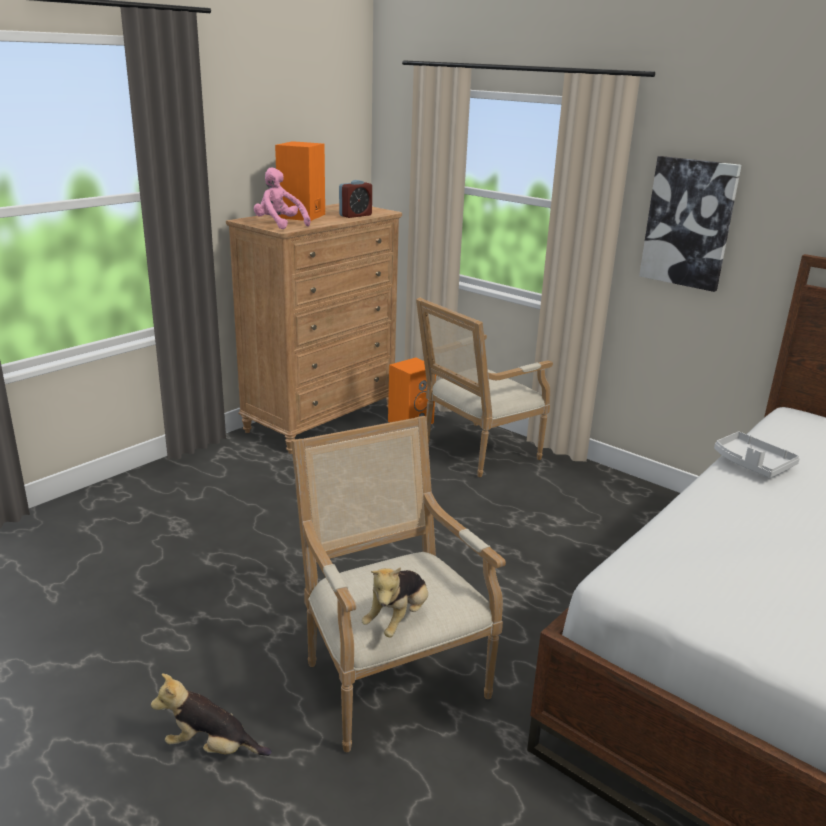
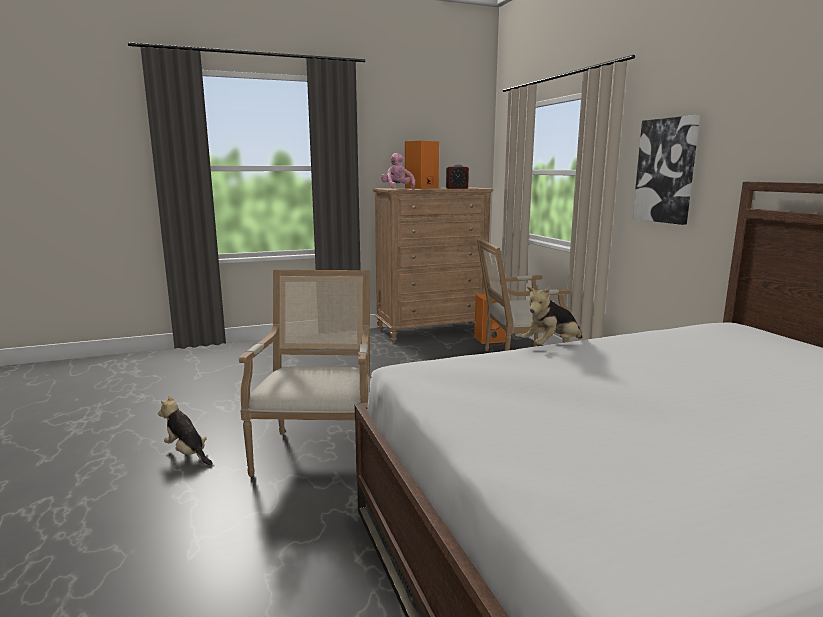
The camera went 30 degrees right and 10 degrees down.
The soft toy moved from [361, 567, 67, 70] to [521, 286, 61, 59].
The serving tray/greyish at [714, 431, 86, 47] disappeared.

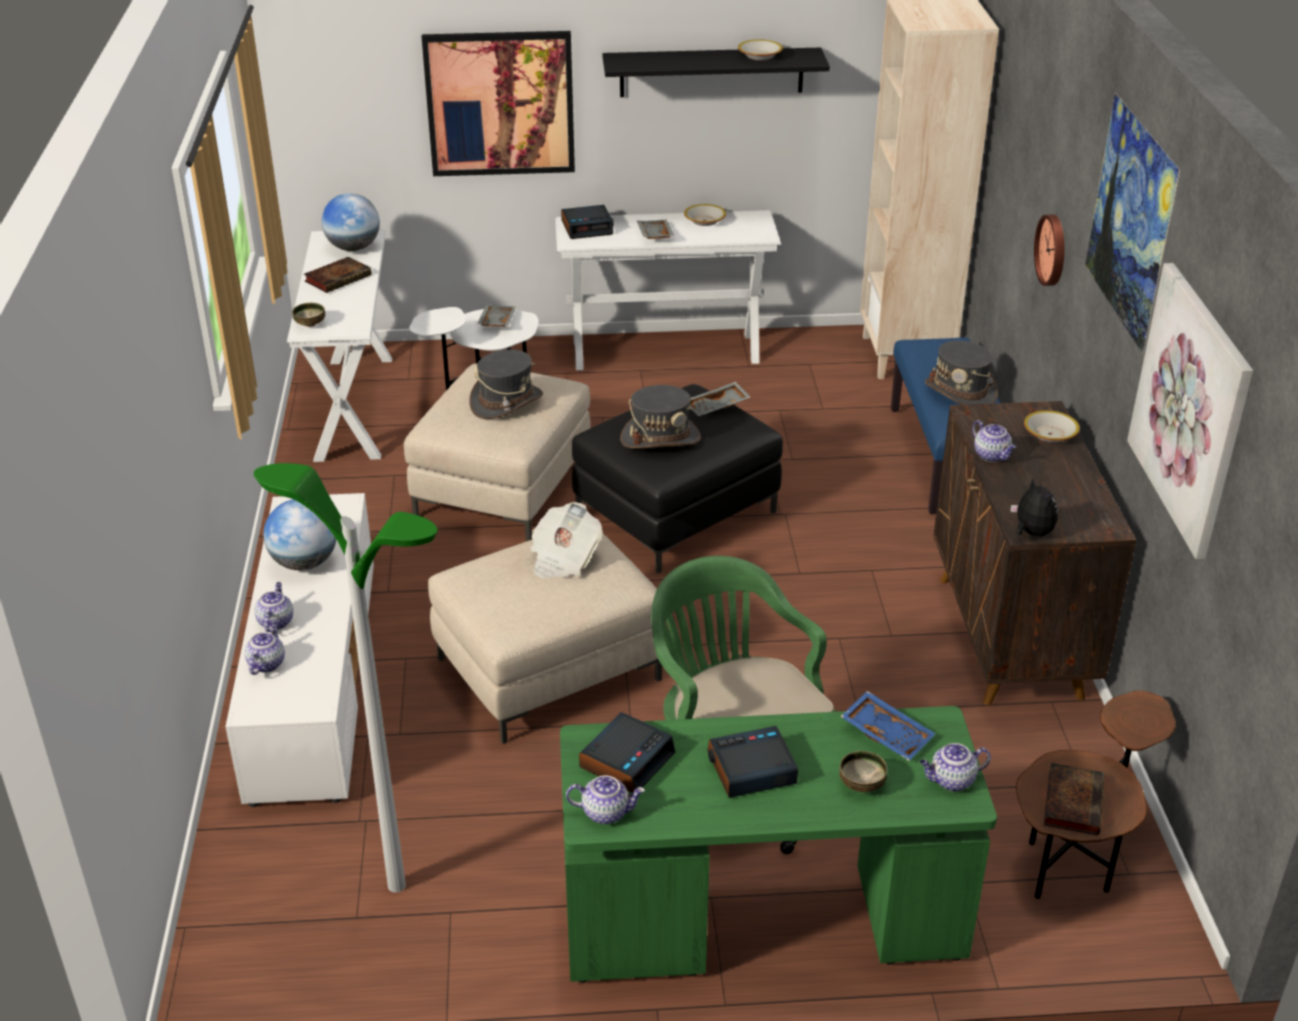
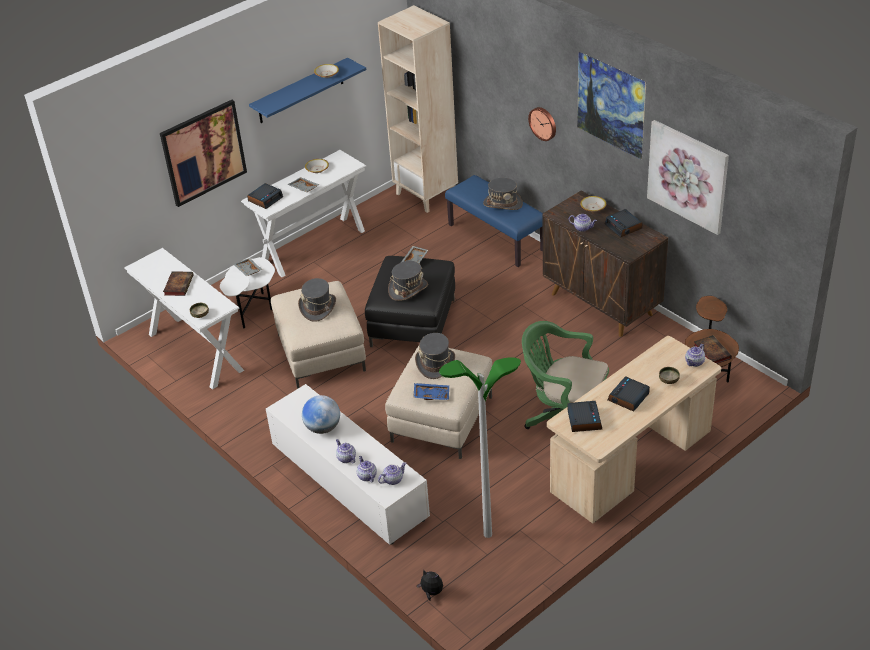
The camera went 35 degrees left and 5 degrees up.
The shelf/black at [602, 47, 228, 50] became the shelf/bluish at [249, 58, 117, 65].
The teapot moved from [566, 775, 79, 49] to [378, 462, 28, 23].
The serving tray/bluish moved from [840, 691, 96, 70] to [413, 383, 36, 17].
The daily paper at [530, 502, 73, 76] was replaced by the hat/greyish at [415, 333, 40, 46].
The soft toy moved from [1010, 477, 48, 59] to [417, 569, 26, 32].
The desk/greenish at [560, 706, 437, 277] became the desk/beige at [547, 336, 174, 188].
The alarm clock at [605, 209, 37, 28] appeared.
The globe at [322, 193, 58, 58] disappeared.

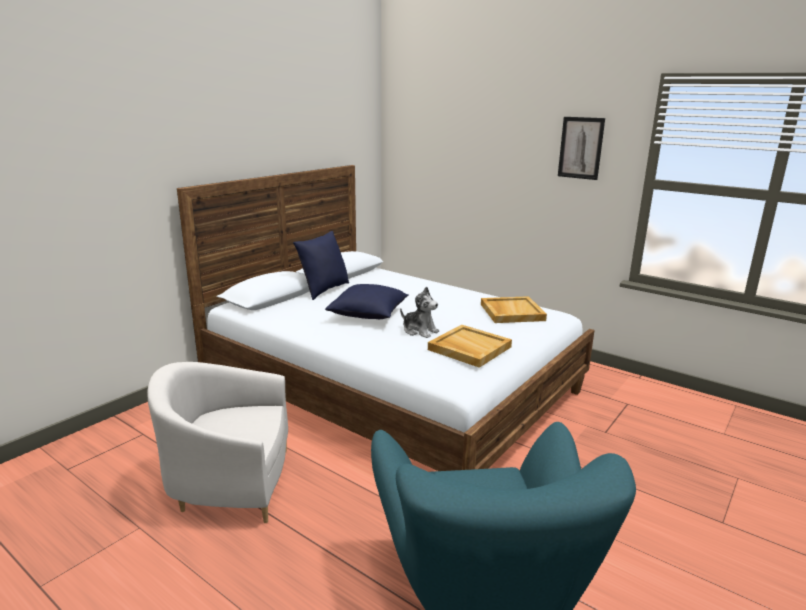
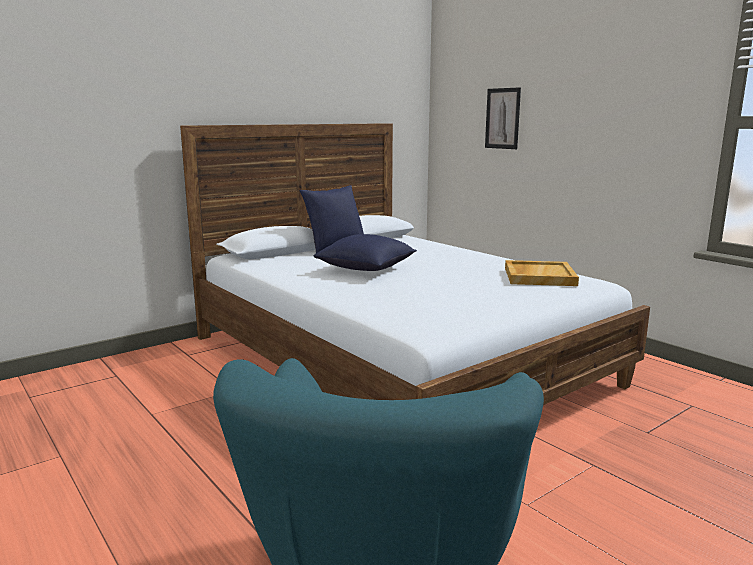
The camera went 15 degrees right and 5 degrees down.
The picture moved from [558, 117, 47, 63] to [485, 87, 36, 62].
The armchair/white-coloured at [147, 362, 141, 161] disappeared.
The soft toy at [400, 287, 39, 51] disappeared.
The serving tray/beige at [428, 325, 84, 43] disappeared.

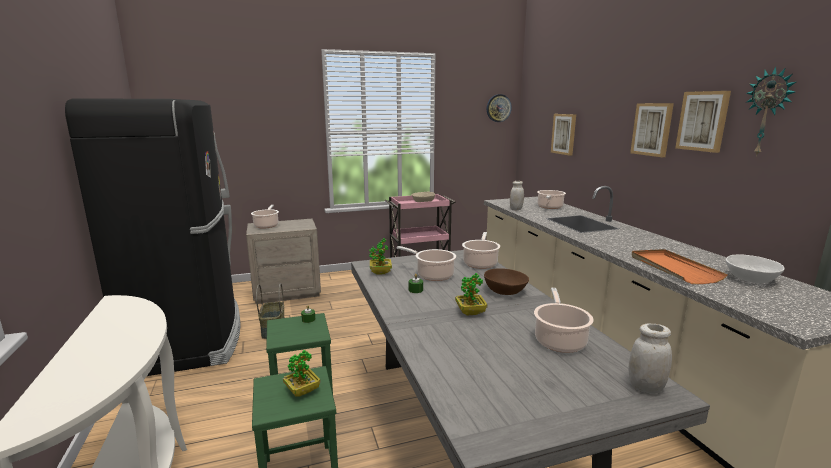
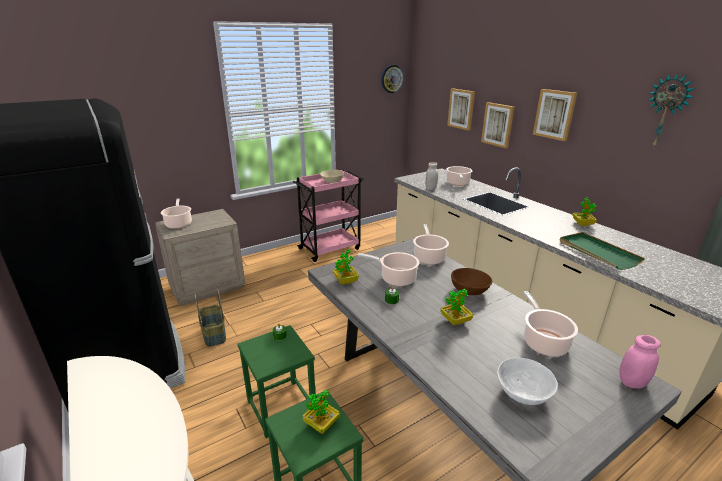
The camera went 15 degrees left and 10 degrees up.
The picture moved from [675, 91, 56, 62] to [481, 102, 33, 46].
The serving bowl/white-coloured moved from [726, 254, 59, 29] to [497, 358, 61, 47].
The serving tray/orange-coloured at [631, 249, 97, 35] became the serving tray/greenish at [560, 232, 85, 38].
The plant in a pot at [572, 198, 25, 28] appeared.
The preserve jar/white-coloured at [629, 324, 43, 70] became the preserve jar/pink at [620, 335, 41, 54].

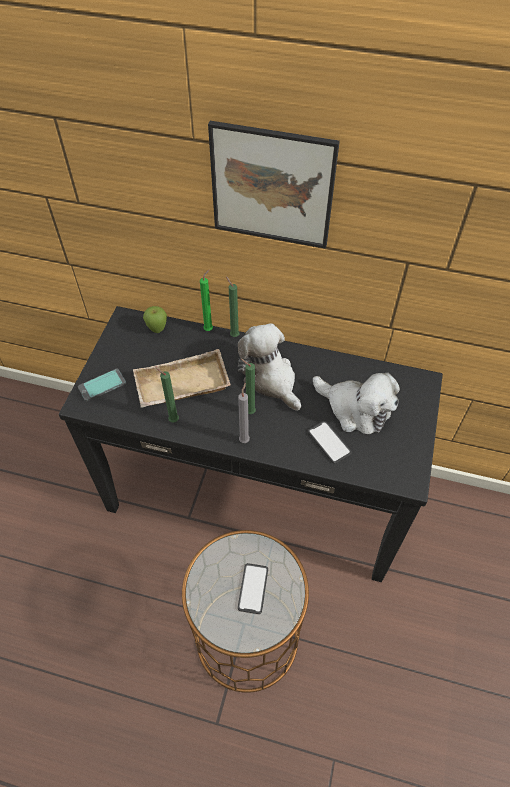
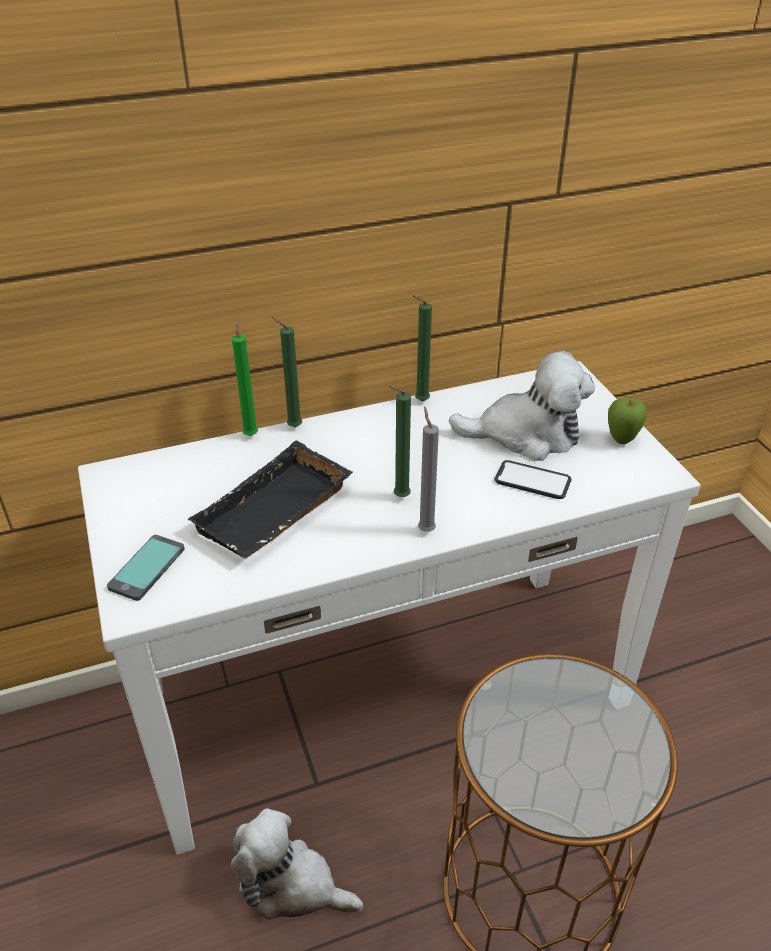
The camera went 35 degrees left and 15 degrees down.
The narrow table/black at [59, 306, 384, 276] became the narrow table/white-coloured at [78, 361, 623, 494].
The serving tray/beige at [133, 349, 97, 59] became the serving tray/black at [188, 440, 165, 118].
The soft toy moved from [238, 323, 63, 88] to [231, 808, 132, 112].
The wax light/greenish moved from [155, 366, 24, 57] to [413, 295, 19, 106].
The apple moved from [143, 306, 24, 27] to [608, 397, 39, 47].
The picture at [208, 121, 132, 128] disappeared.
The handset at [238, 563, 30, 51] disappeared.

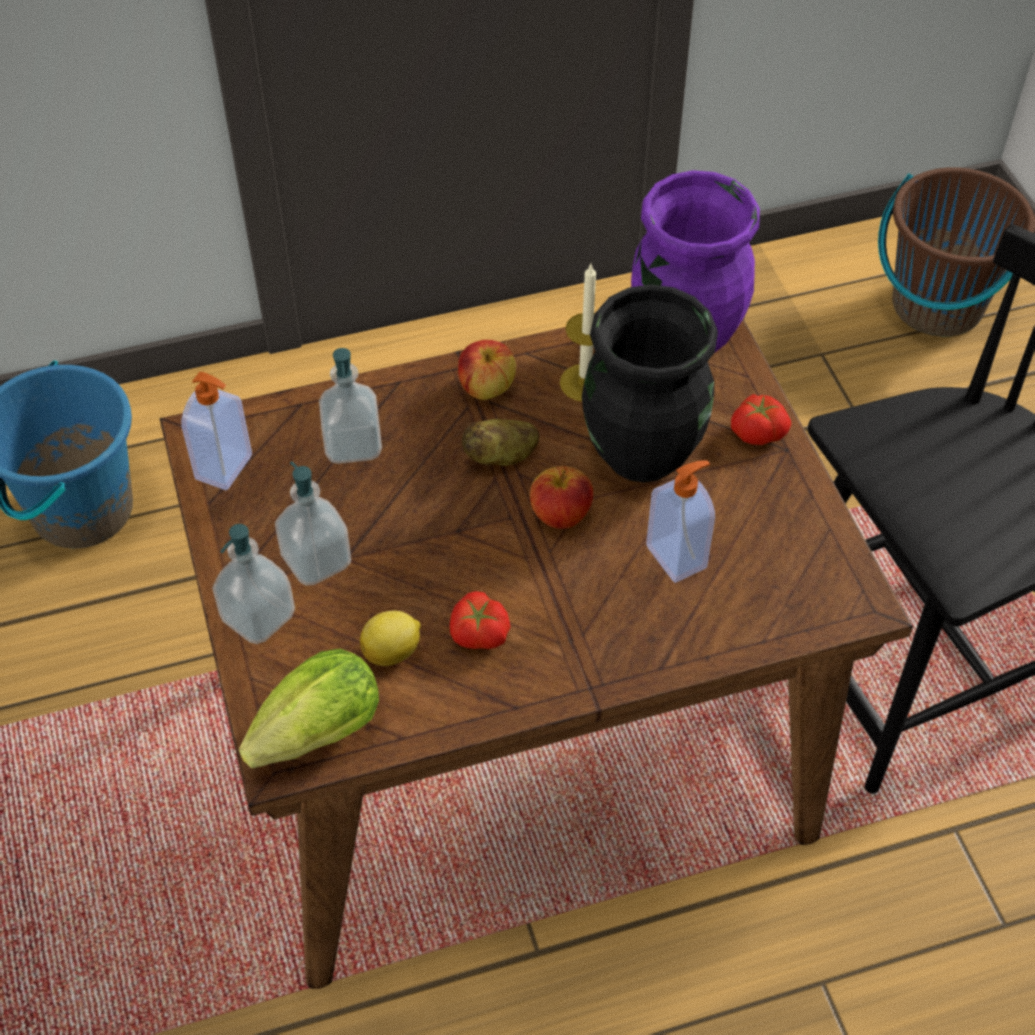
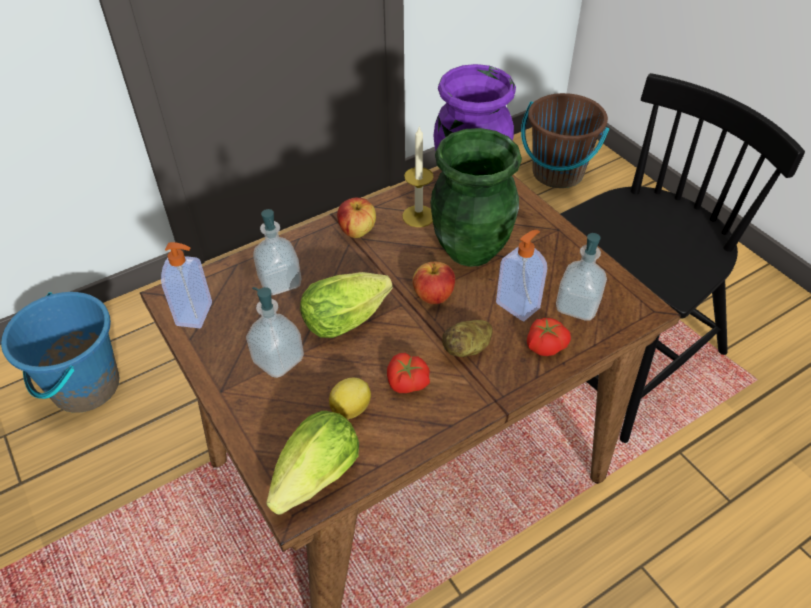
The camera went 15 degrees left and 5 degrees down.
The lettuce at [300, 272, 93, 66] appeared.
The vase/black at [582, 284, 136, 199] became the vase/greenish at [430, 128, 92, 139].
The whole potato moved from [462, 418, 77, 48] to [442, 320, 51, 37].
The tomato moved from [731, 394, 60, 51] to [527, 318, 44, 38].
The soap dispenser moved from [212, 524, 83, 120] to [556, 233, 51, 88].

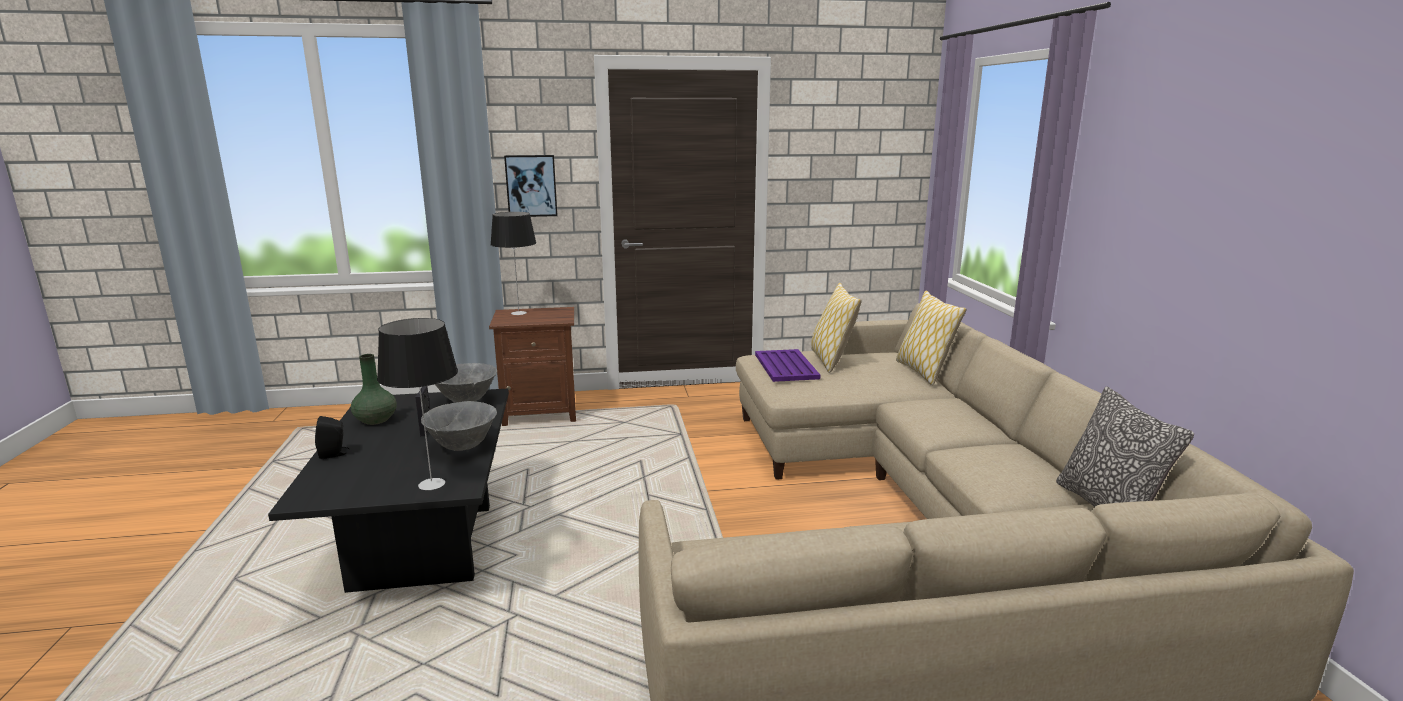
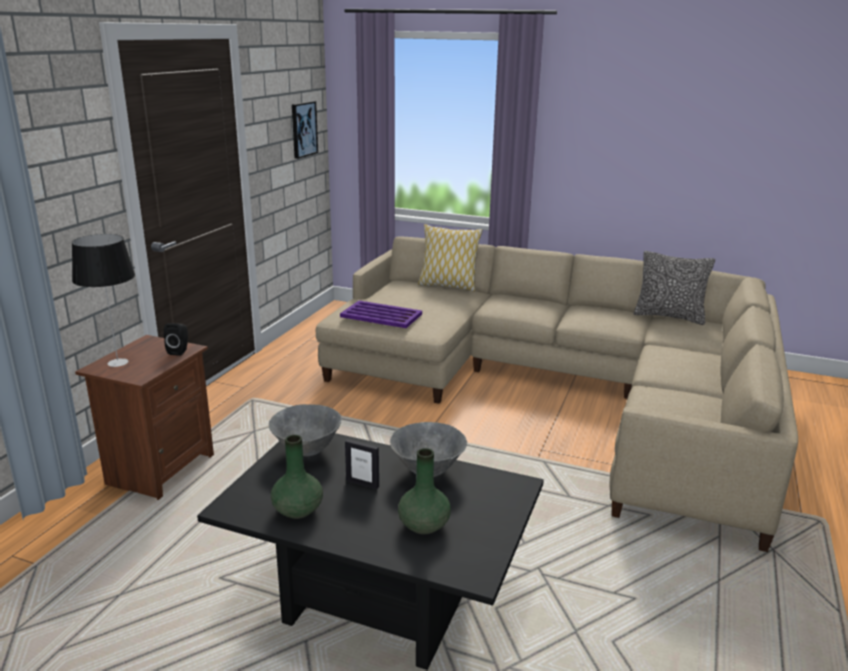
The camera went 60 degrees left and 5 degrees up.
The loudspeaker/black moved from [315, 416, 35, 43] to [164, 323, 24, 33].
The picture moved from [504, 155, 54, 62] to [292, 101, 26, 58].
The vase/greenish at [398, 448, 53, 86] appeared.
The table lamp at [377, 318, 81, 172] disappeared.
The throw pillow at [811, 283, 51, 90] disappeared.

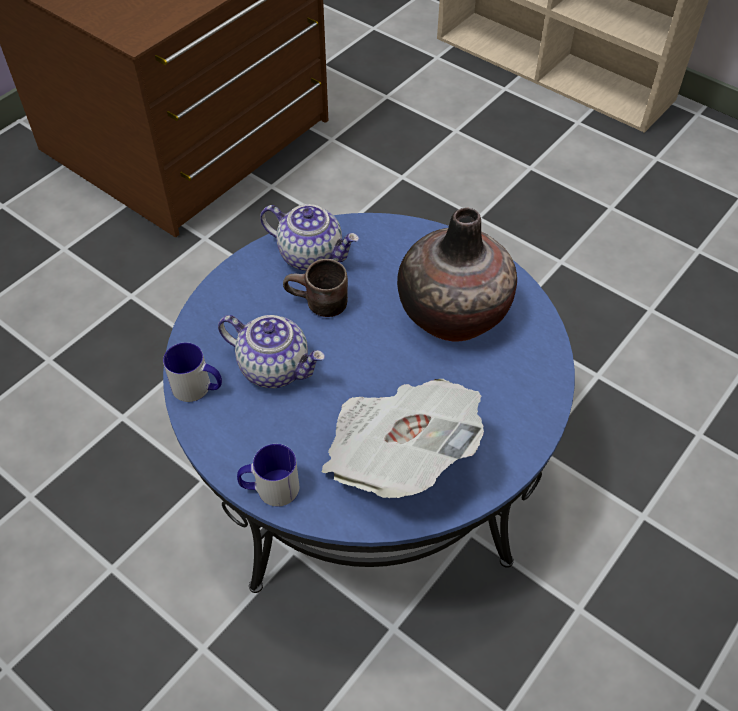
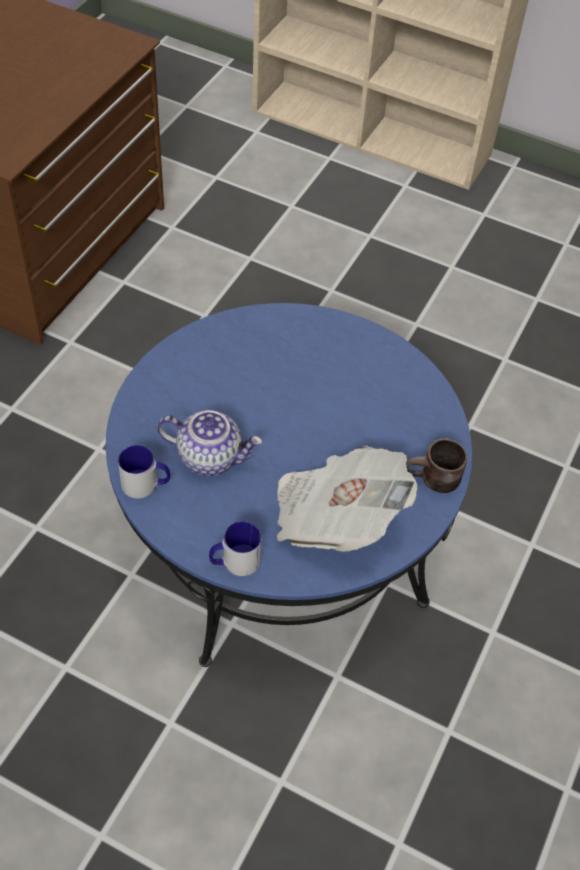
The camera went 15 degrees left and 0 degrees up.
The tea mug/brown-coloured moved from [283, 259, 65, 58] to [406, 438, 61, 55].
The teapot at [260, 204, 99, 67] disappeared.
The vase at [397, 208, 120, 134] disappeared.

